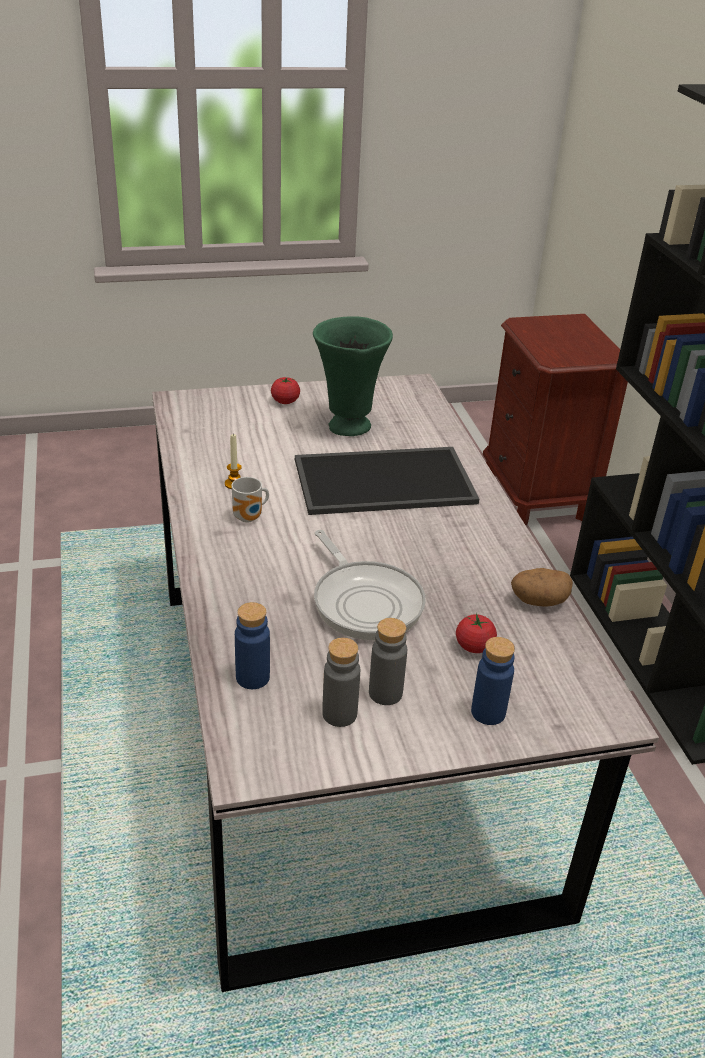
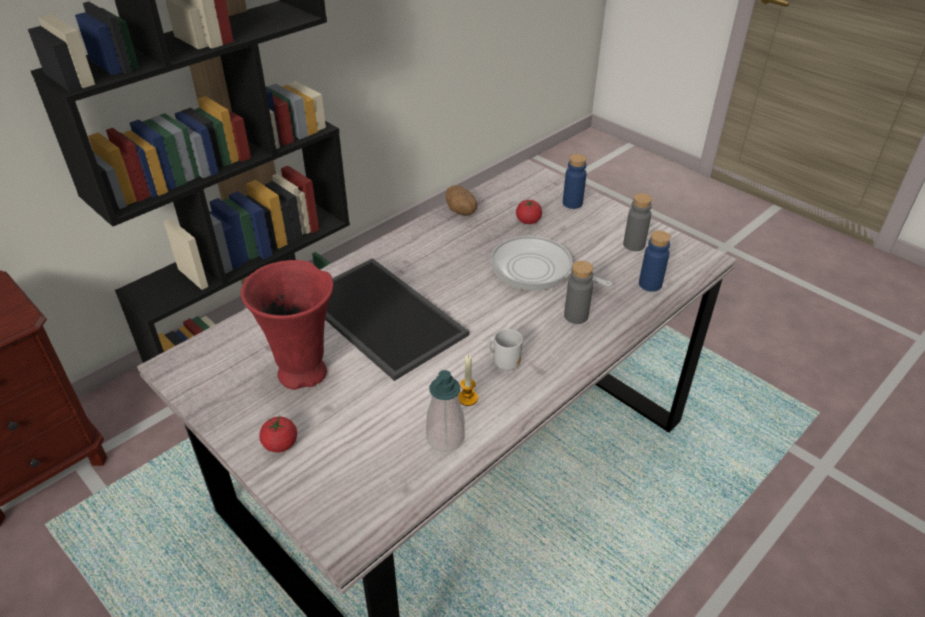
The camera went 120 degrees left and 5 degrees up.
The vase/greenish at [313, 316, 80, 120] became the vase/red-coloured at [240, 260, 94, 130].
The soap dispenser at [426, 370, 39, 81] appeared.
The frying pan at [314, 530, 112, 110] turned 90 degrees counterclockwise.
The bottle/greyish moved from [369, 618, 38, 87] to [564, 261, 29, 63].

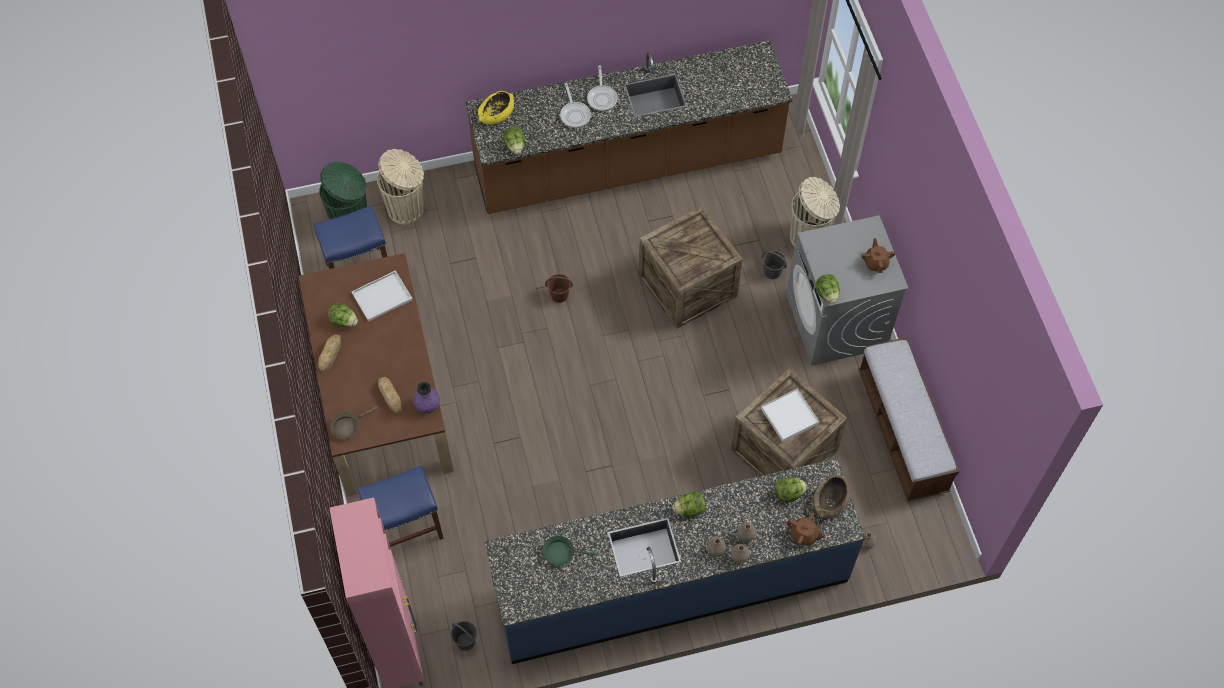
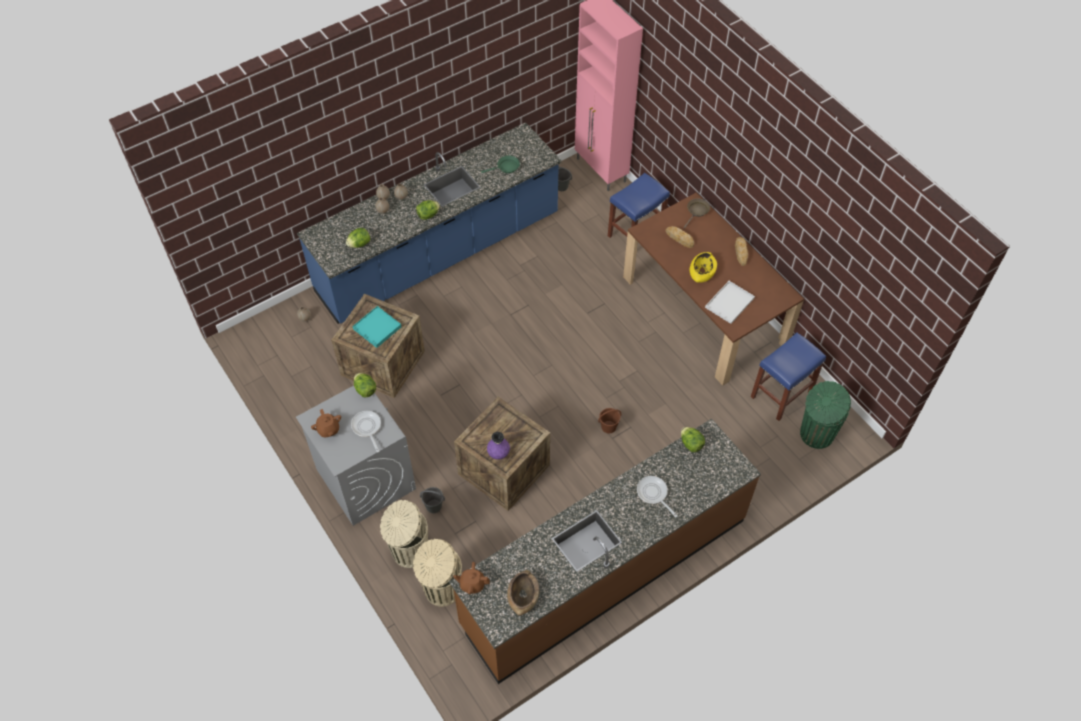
The camera went 160 degrees right and 5 degrees down.
The frying pan moved from [587, 66, 31, 45] to [351, 411, 30, 41].
The serving tray/white-coloured at [761, 389, 58, 53] became the serving tray/turquoise-coloured at [353, 306, 48, 42].
The rubbish bin/beige moved from [377, 149, 47, 76] to [413, 539, 49, 67].
The teapot/brown-coloured moved from [787, 512, 38, 34] to [453, 562, 37, 32].
The vase/purple-coloured moved from [413, 382, 27, 31] to [487, 432, 23, 28].
The serving bowl/brown-coloured moved from [813, 475, 37, 44] to [507, 570, 32, 46].
The serving bowl/yellow-coloured moved from [478, 91, 36, 33] to [690, 252, 27, 31].
The lettuce at [328, 303, 30, 25] disappeared.
The indoor bench at [858, 337, 102, 165] disappeared.

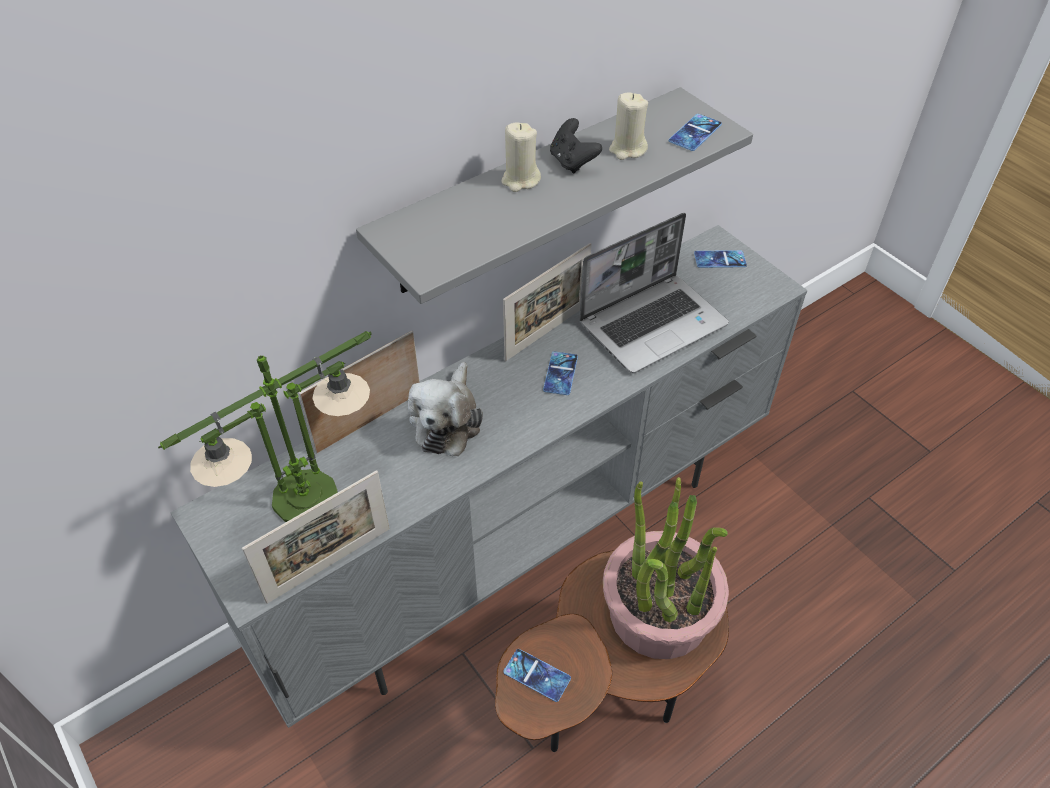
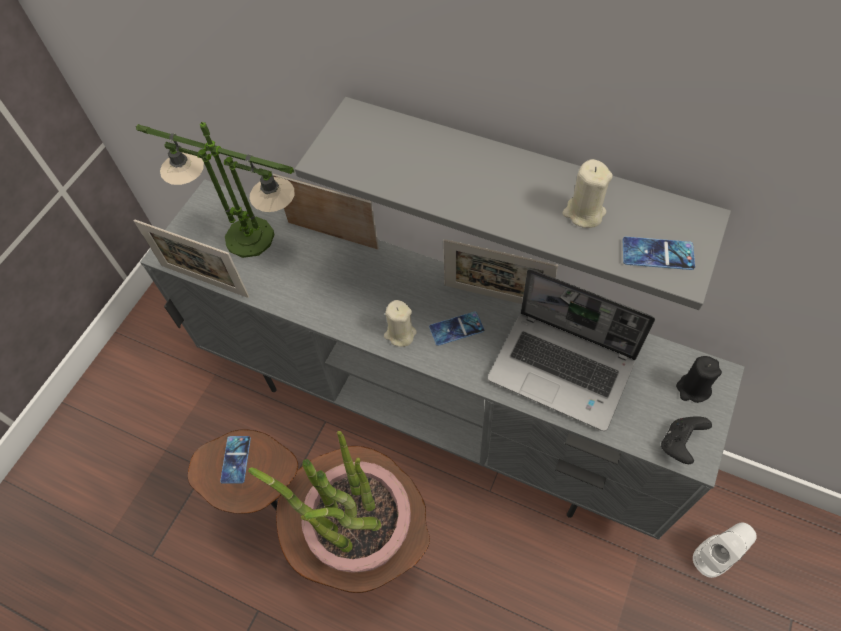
The camera went 65 degrees right and 10 degrees up.
The wax light/beige moved from [502, 123, 39, 69] to [384, 300, 33, 47].
The joypad/black moved from [550, 118, 52, 55] to [661, 416, 51, 48].
The handset at [694, 250, 53, 18] was replaced by the wax light/black at [676, 356, 46, 47].
The loudspeaker/white-coloured at [693, 523, 64, 55] appeared.
The soft toy at [408, 362, 75, 94] disappeared.

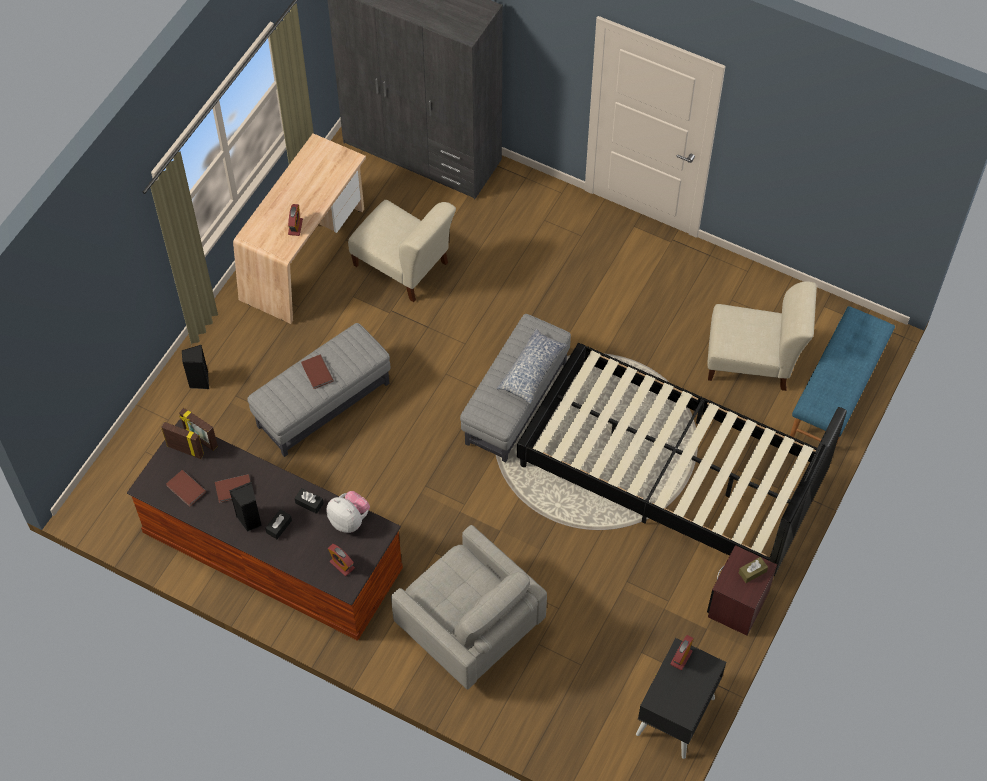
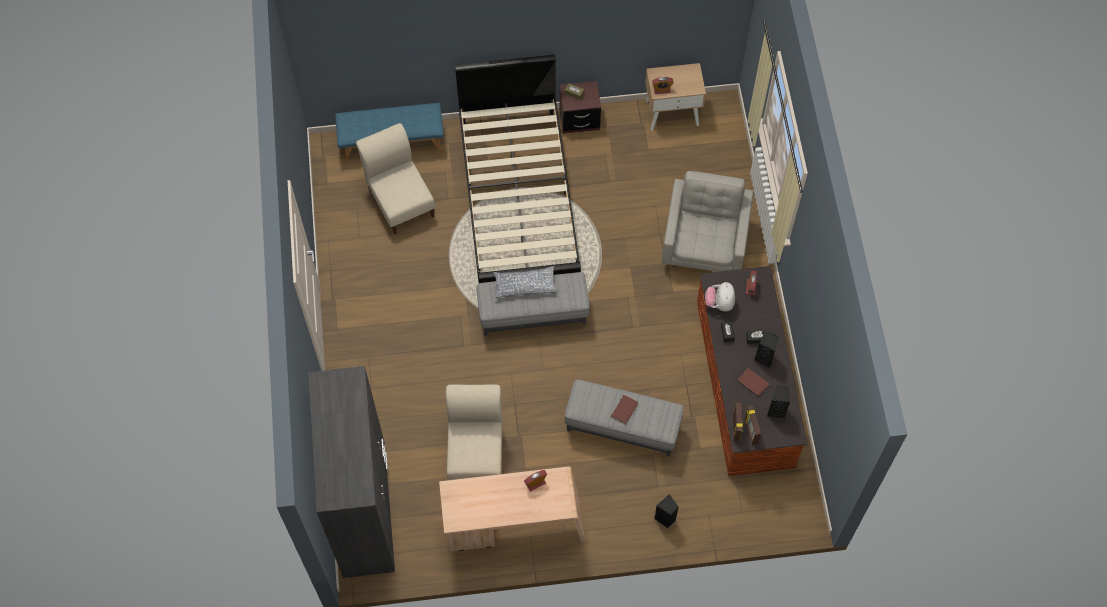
The camera went 125 degrees left and 5 degrees up.
The bedside table/black at [636, 638, 90, 121] became the bedside table/beige at [645, 63, 61, 68].
The volume/brown-coloured at [166, 470, 40, 37] was replaced by the loudspeaker/black at [767, 385, 23, 34].

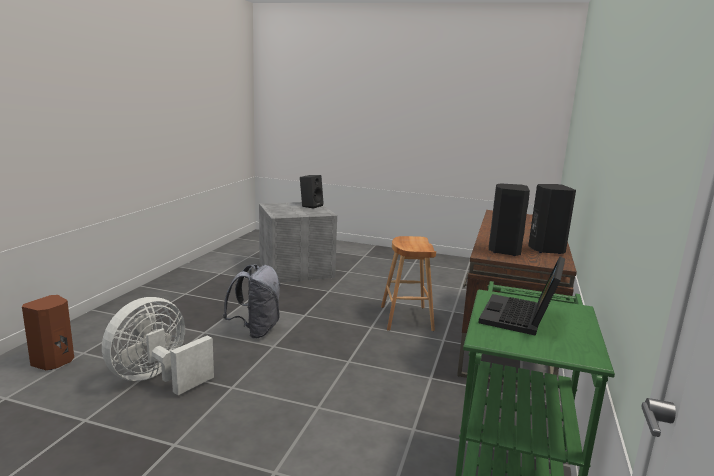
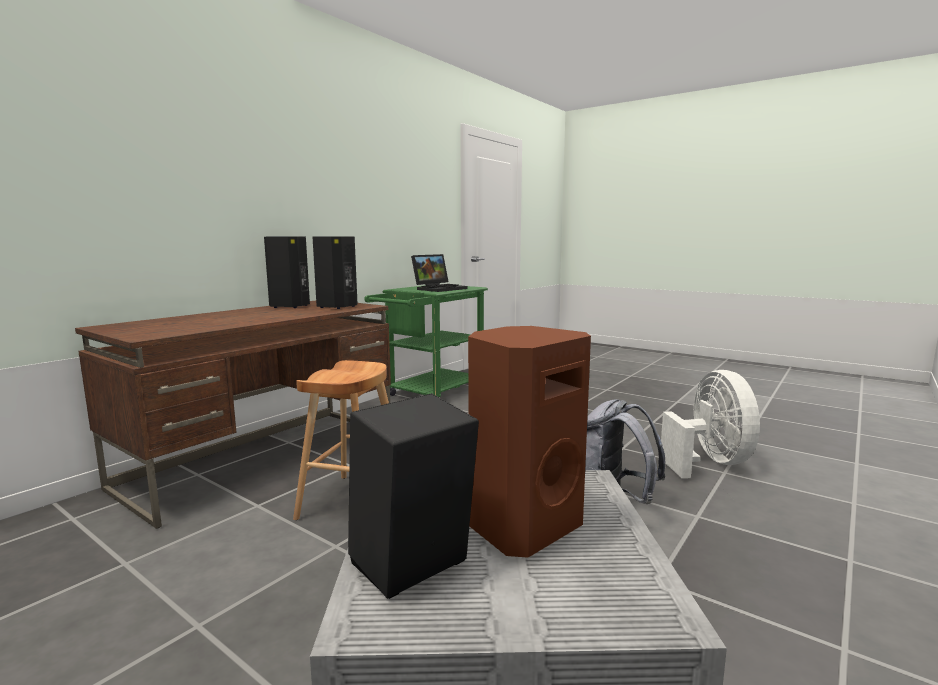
The camera went 160 degrees left and 5 degrees down.
The loudspeaker/brown-coloured moved from [22, 295, 52, 75] to [468, 326, 123, 232].
The fan/white-coloured at [102, 297, 112, 98] turned 60 degrees counterclockwise.

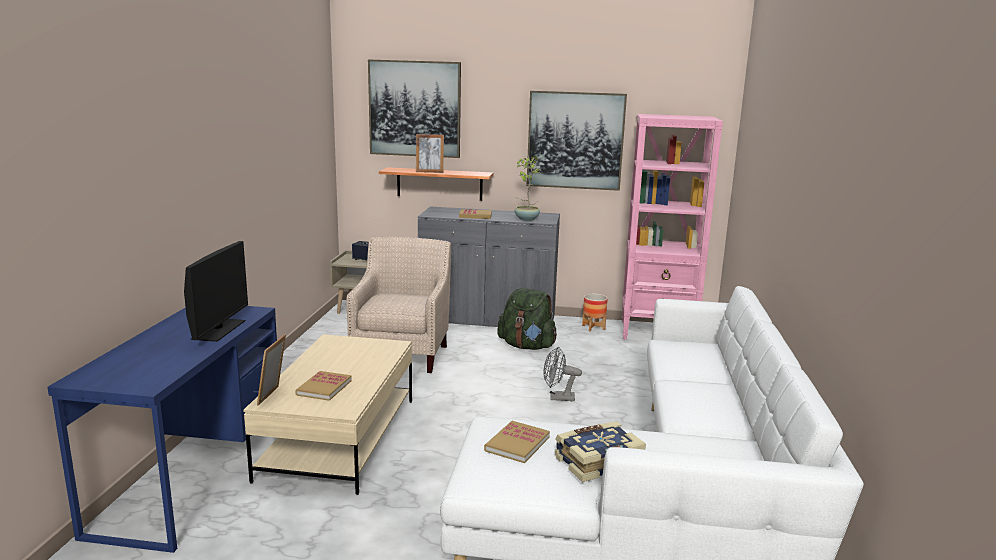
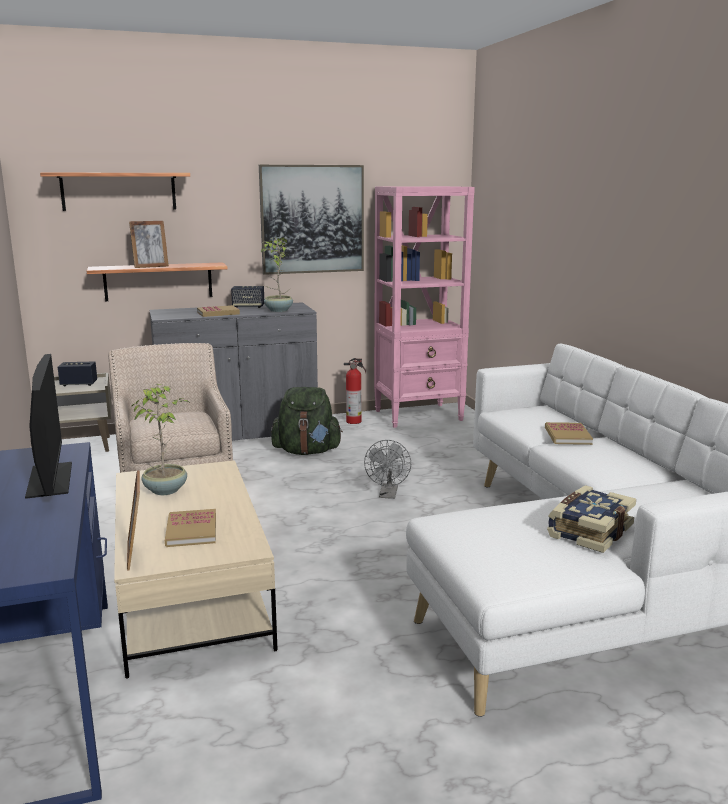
The camera went 25 degrees left and 0 degrees up.
The picture at [368, 60, 93, 98] was replaced by the shelf at [40, 172, 150, 39].
The plant in a pot at [132, 384, 57, 111] appeared.
The loudspeaker at [231, 286, 33, 22] appeared.
The plant pot at [582, 294, 26, 37] was replaced by the fire-fighting cylinder at [344, 358, 22, 66].
The fan/greyish at [543, 346, 39, 55] turned 60 degrees counterclockwise.
The volume moved from [484, 421, 66, 42] to [545, 422, 48, 23].

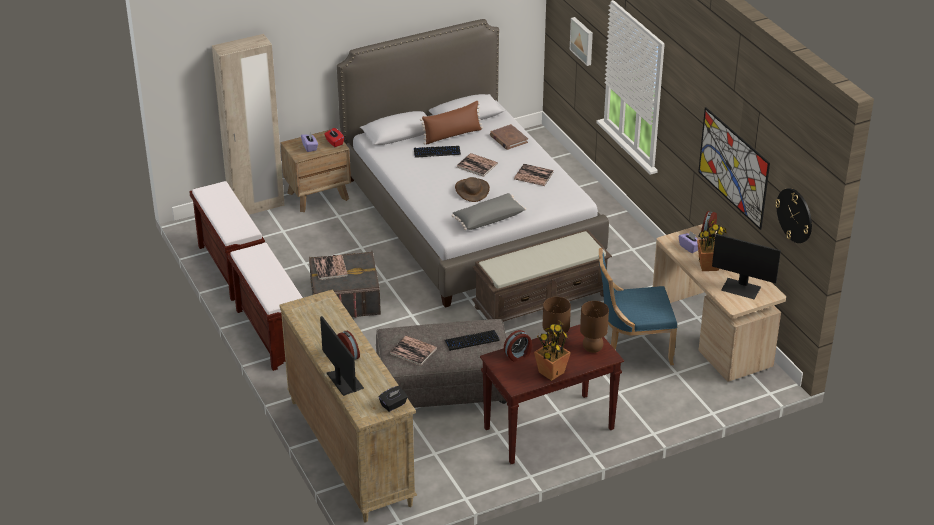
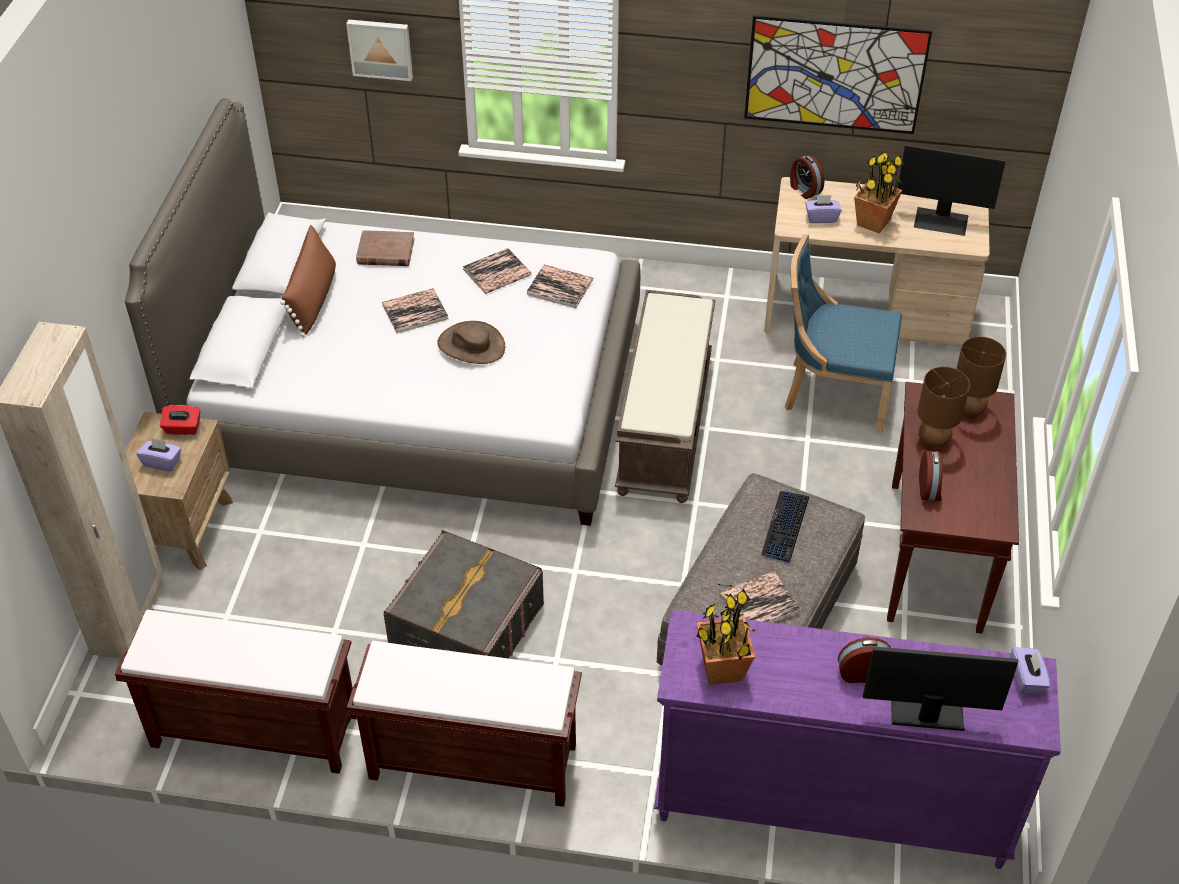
The camera went 55 degrees left and 10 degrees up.
The volume moved from [314, 255, 34, 25] to [526, 265, 67, 43].
The chest of drawers/beige at [280, 289, 137, 234] became the chest of drawers/purple-coloured at [654, 610, 407, 259].
The plant in a pot moved from [534, 320, 37, 61] to [697, 584, 59, 101].
The upright chair/bluish at [599, 248, 78, 117] turned 75 degrees clockwise.
The computer screen at [712, 234, 69, 65] turned 45 degrees clockwise.
The tissue box/black at [379, 386, 29, 26] became the tissue box/purple-coloured at [1011, 647, 39, 47].
The computer keyboard at [414, 146, 47, 12] disappeared.
The throw pillow/greyish at [452, 193, 74, 37] disappeared.
The hanging clock at [775, 188, 37, 55] disappeared.

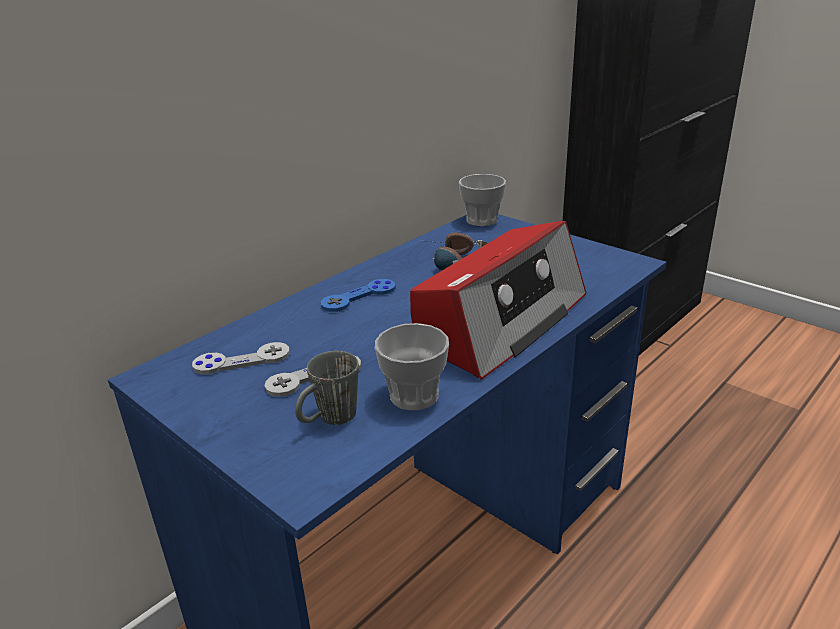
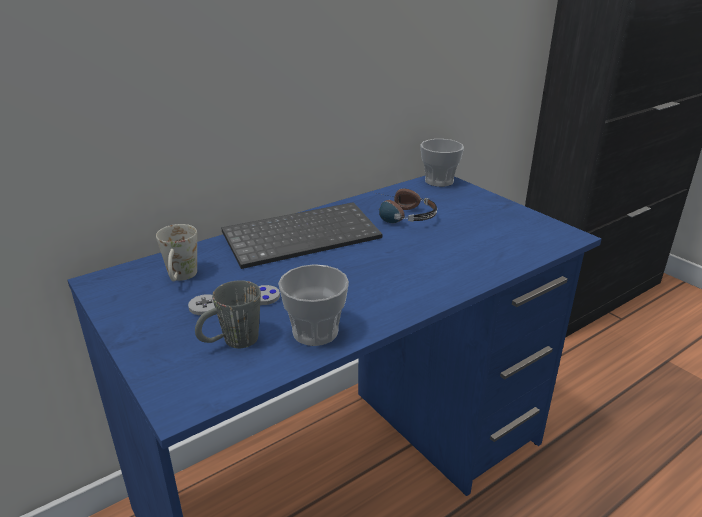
The camera went 10 degrees right and 0 degrees up.
The joypad/greyish at [192, 342, 98, 32] was replaced by the tea mug/white-coloured at [156, 224, 41, 57].
The joypad/bluish at [321, 279, 75, 33] was replaced by the computer keyboard at [221, 202, 162, 67].
The radio receiver at [410, 221, 176, 158] disappeared.

